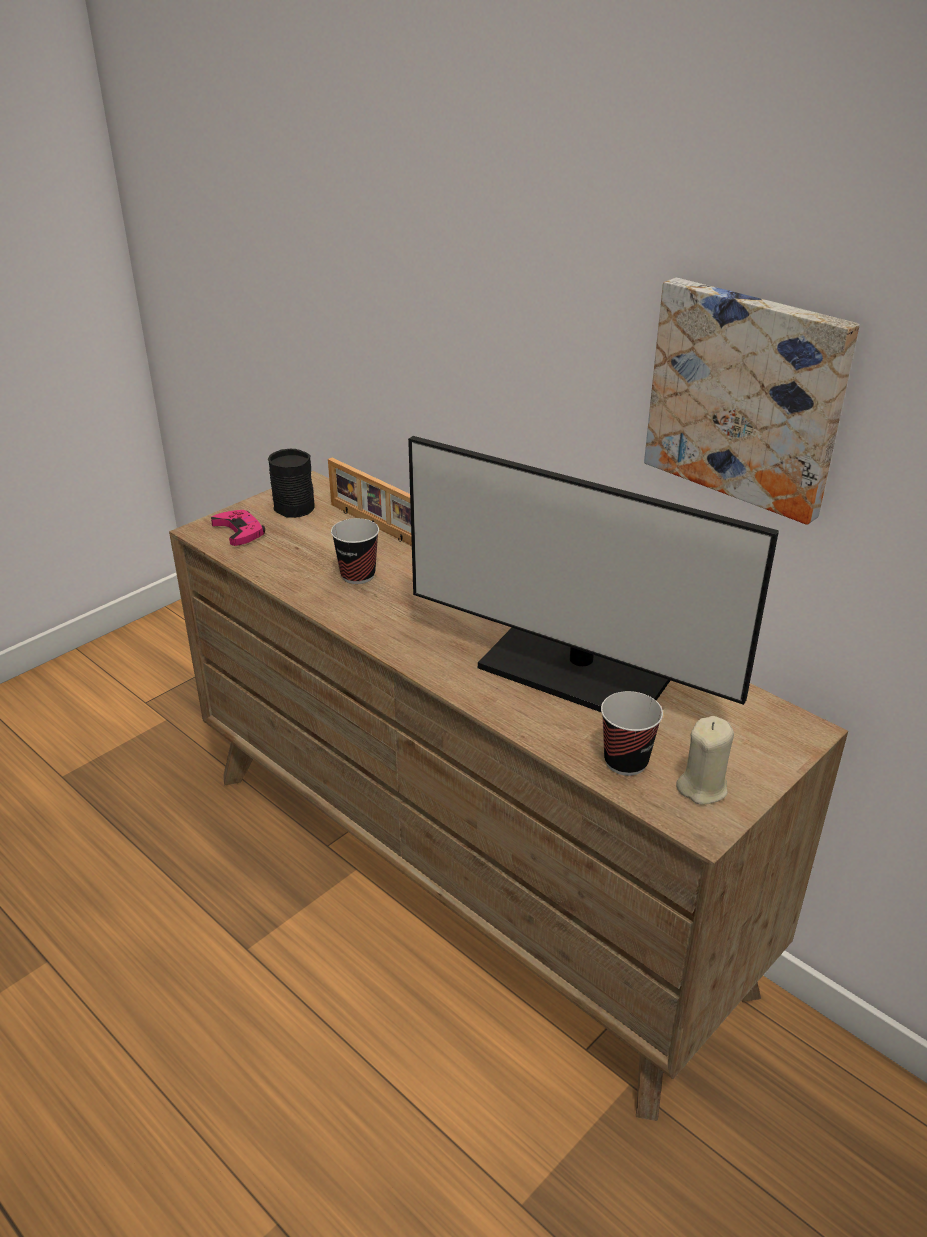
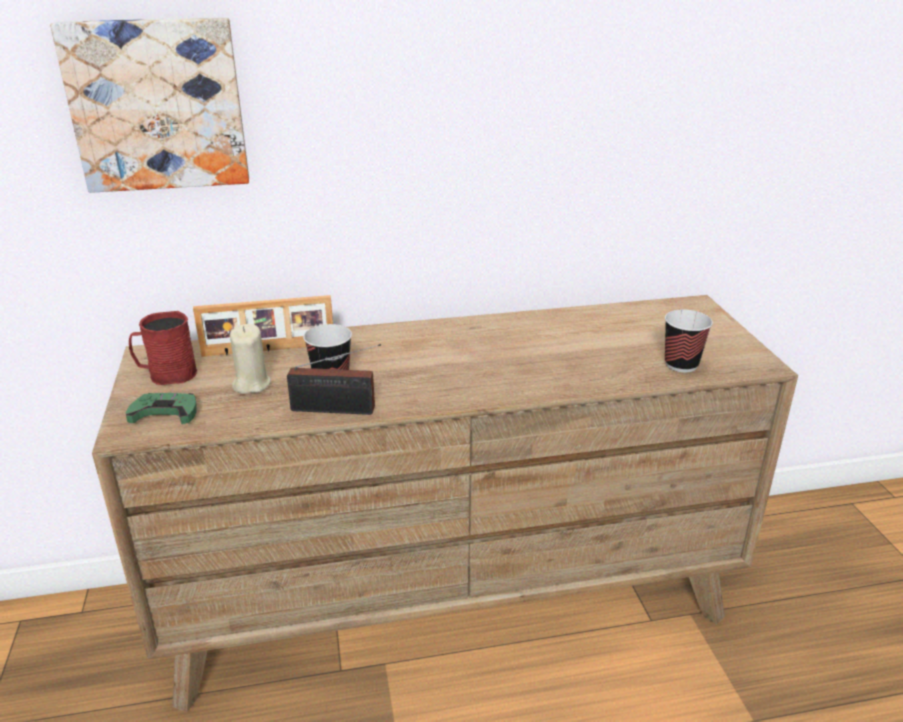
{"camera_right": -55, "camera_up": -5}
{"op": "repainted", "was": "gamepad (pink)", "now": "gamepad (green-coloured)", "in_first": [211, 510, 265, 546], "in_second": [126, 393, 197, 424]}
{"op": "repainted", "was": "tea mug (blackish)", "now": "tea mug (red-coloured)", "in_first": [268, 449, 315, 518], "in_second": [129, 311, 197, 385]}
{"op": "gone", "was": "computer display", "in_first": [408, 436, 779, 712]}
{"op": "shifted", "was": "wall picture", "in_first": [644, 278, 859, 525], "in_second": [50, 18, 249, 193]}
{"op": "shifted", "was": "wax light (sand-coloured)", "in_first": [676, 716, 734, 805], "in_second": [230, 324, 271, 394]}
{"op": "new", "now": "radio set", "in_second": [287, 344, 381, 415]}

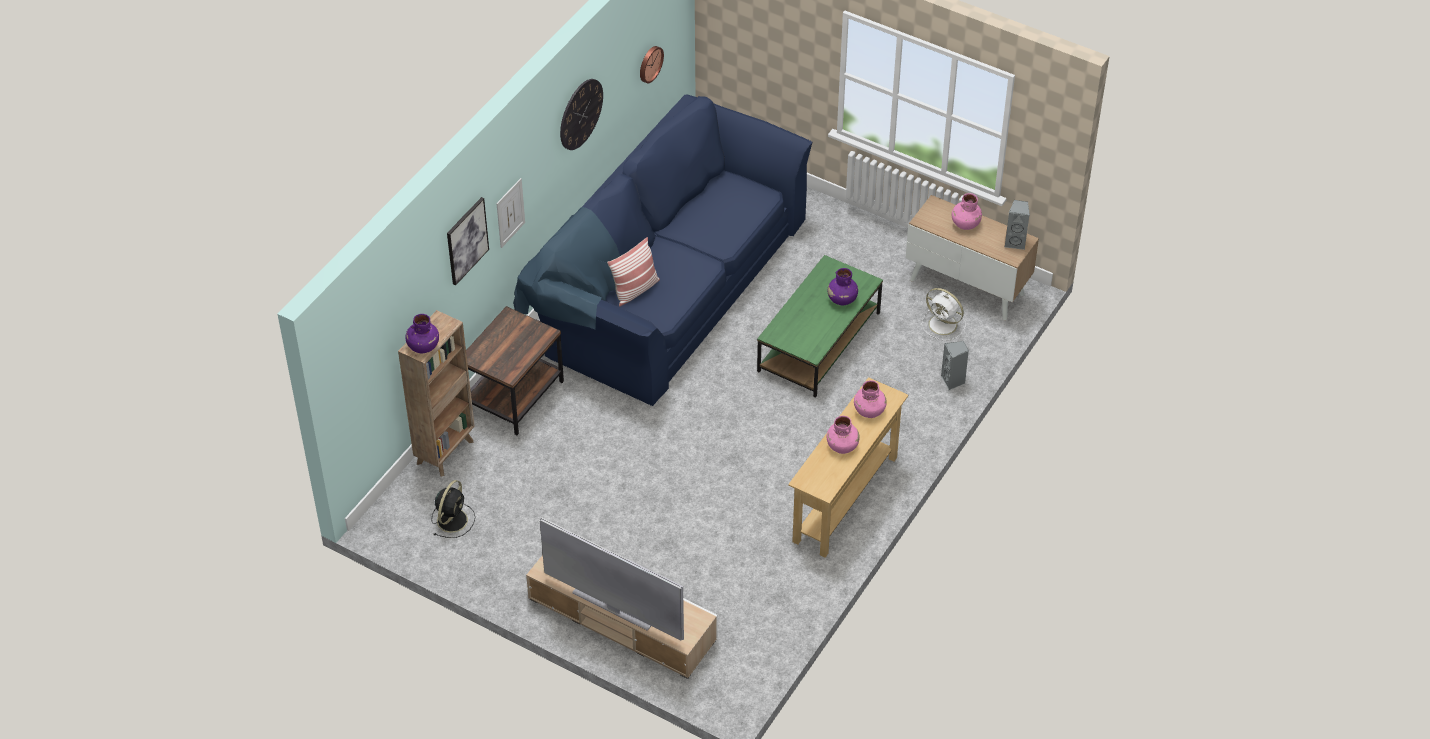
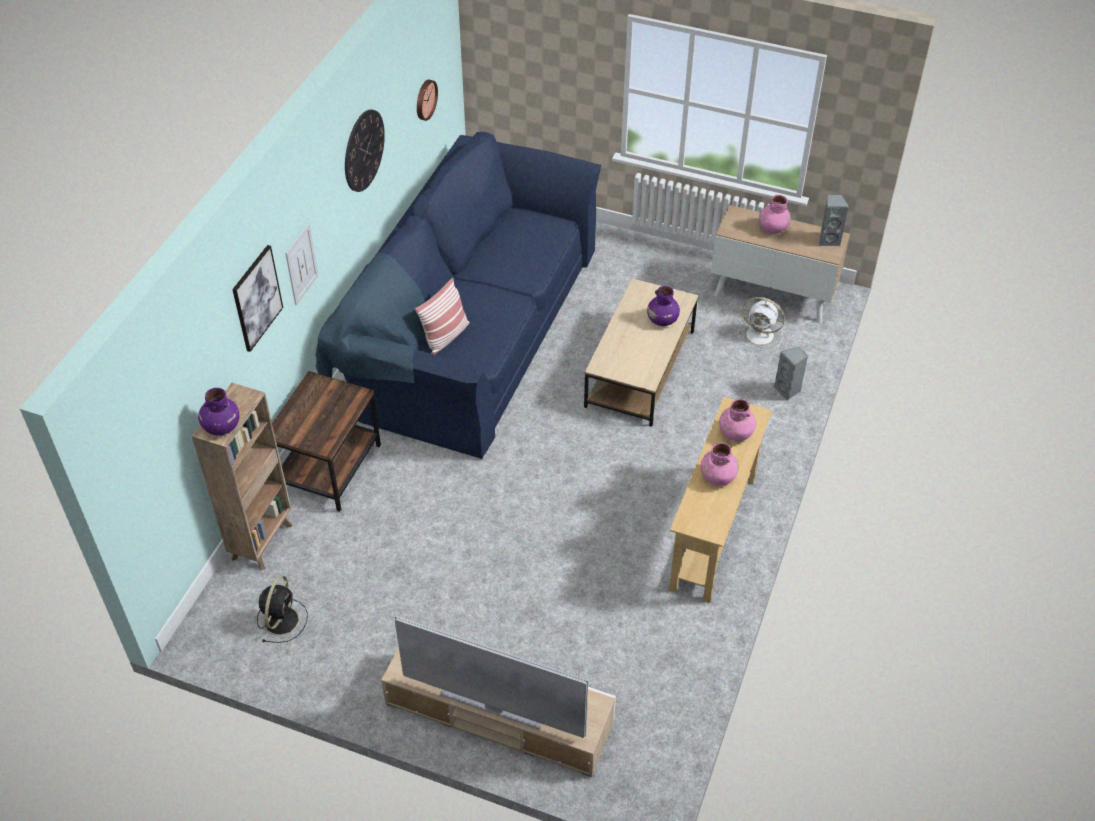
{"camera_right": -10, "camera_up": 0}
{"op": "repainted", "was": "lounge table (green-coloured)", "now": "lounge table (sand-coloured)", "in_first": [757, 255, 883, 398], "in_second": [584, 278, 698, 427]}

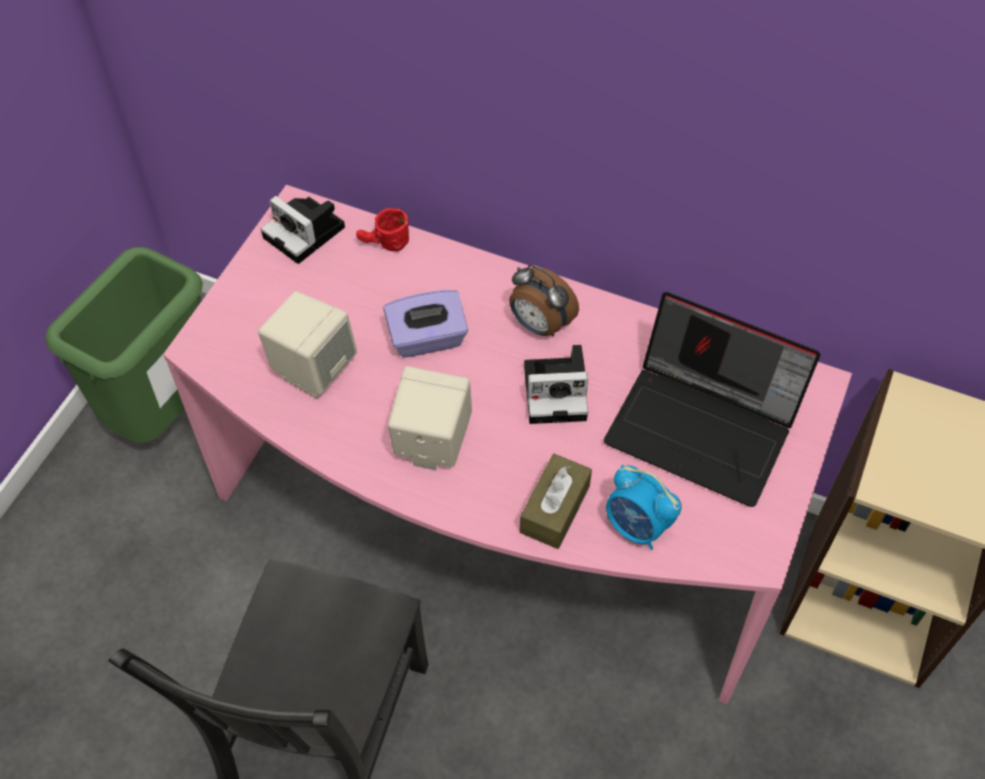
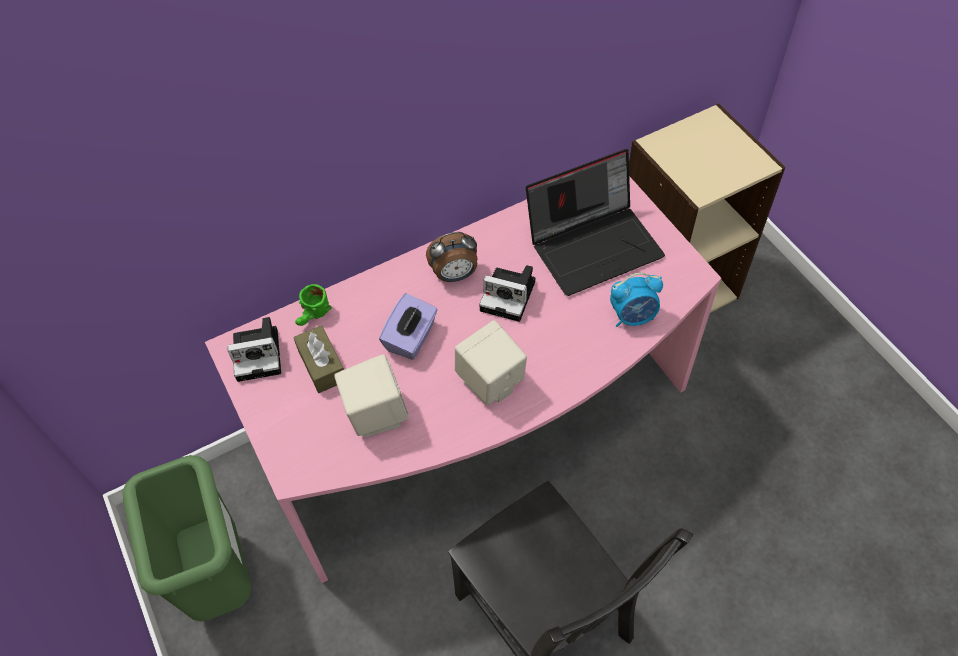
{"camera_right": -50, "camera_up": 0}
{"op": "repainted", "was": "tea mug (red-coloured)", "now": "tea mug (green-coloured)", "in_first": [356, 208, 409, 251], "in_second": [295, 284, 332, 326]}
{"op": "shifted", "was": "box of tissues (brown-coloured)", "in_first": [520, 454, 592, 549], "in_second": [293, 325, 344, 393]}
{"op": "rotated", "was": "photo camera", "in_first": [524, 345, 588, 424], "in_second": [479, 265, 535, 322], "clockwise": 75}

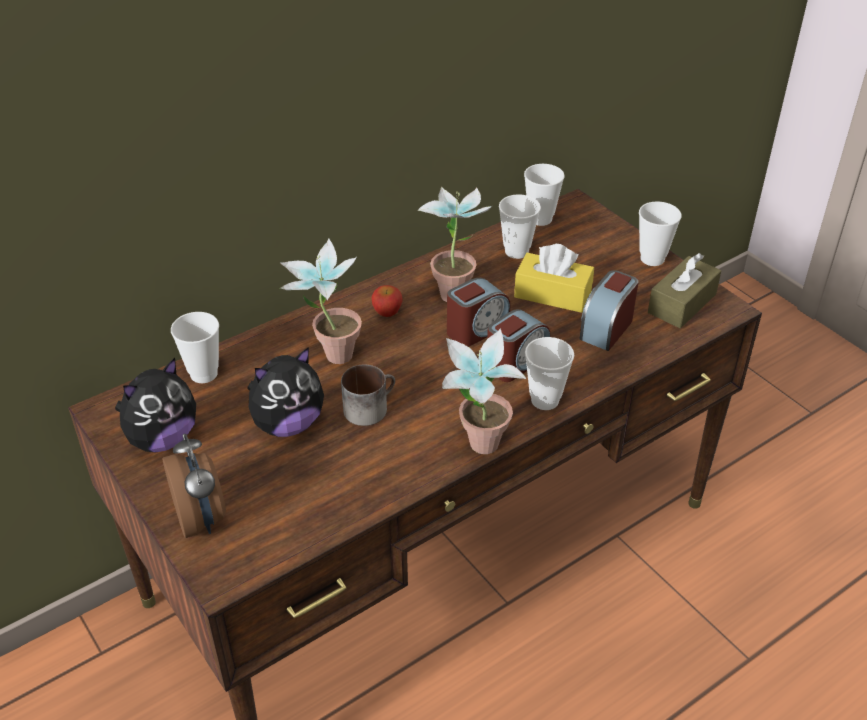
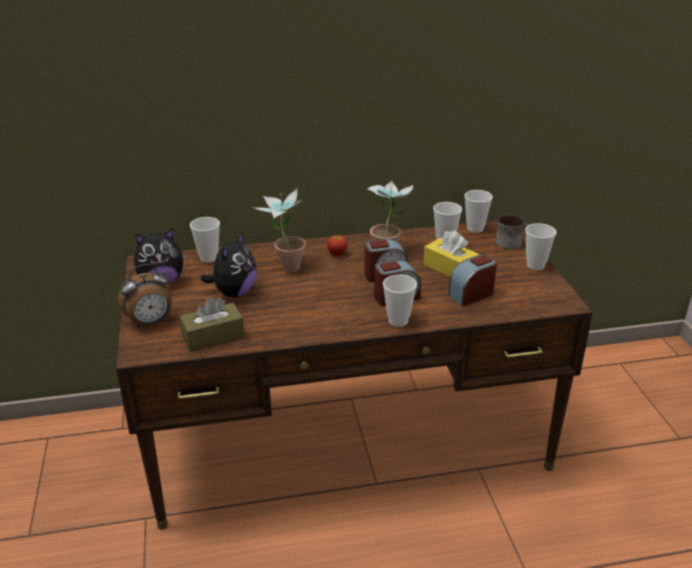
{"camera_right": 25, "camera_up": -10}
{"op": "rotated", "was": "table clock", "in_first": [163, 434, 226, 538], "in_second": [118, 264, 172, 328], "clockwise": 60}
{"op": "rotated", "was": "plush toy", "in_first": [247, 347, 324, 437], "in_second": [201, 232, 257, 297], "clockwise": -60}
{"op": "shifted", "was": "tea mug", "in_first": [341, 365, 395, 426], "in_second": [496, 215, 528, 249]}
{"op": "gone", "was": "plant in a pot", "in_first": [442, 328, 526, 454]}
{"op": "shifted", "was": "box of tissues (brown-coloured)", "in_first": [648, 253, 721, 328], "in_second": [179, 297, 245, 352]}

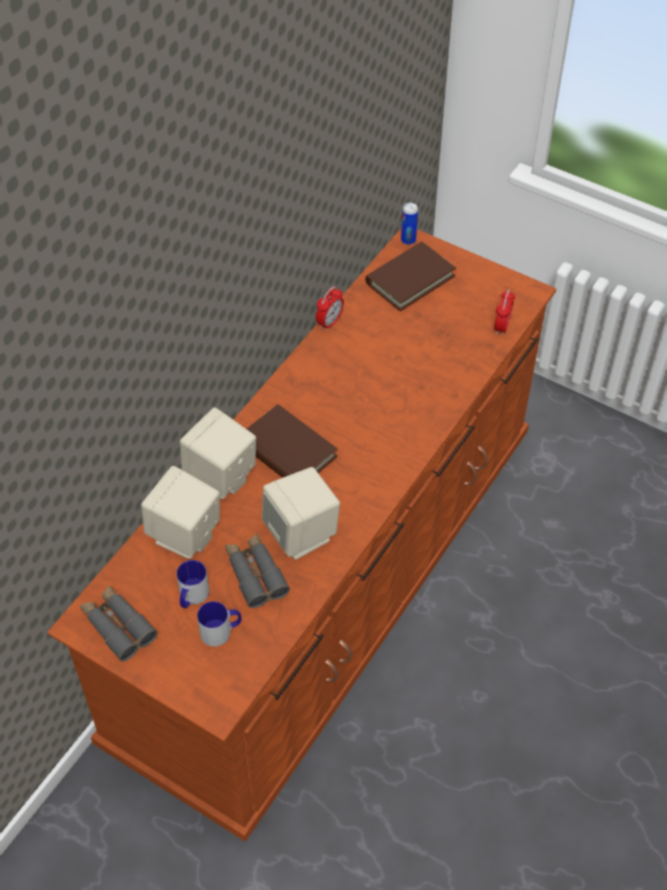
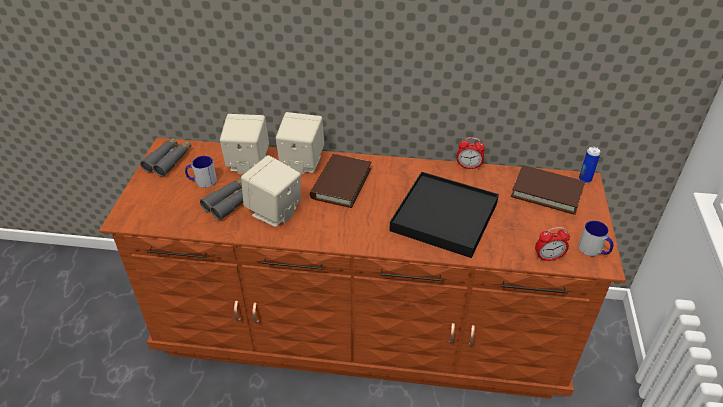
{"camera_right": 65, "camera_up": -10}
{"op": "shifted", "was": "tea mug", "in_first": [197, 601, 241, 647], "in_second": [578, 220, 613, 256]}
{"op": "new", "now": "carrying tray (blackish)", "in_second": [389, 172, 499, 258]}

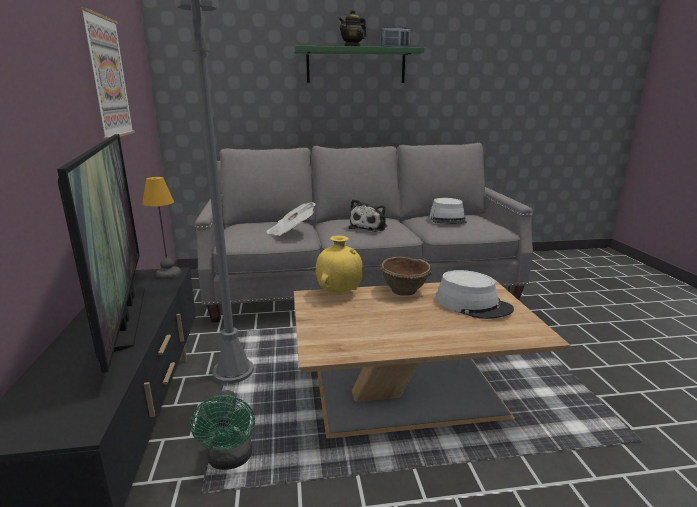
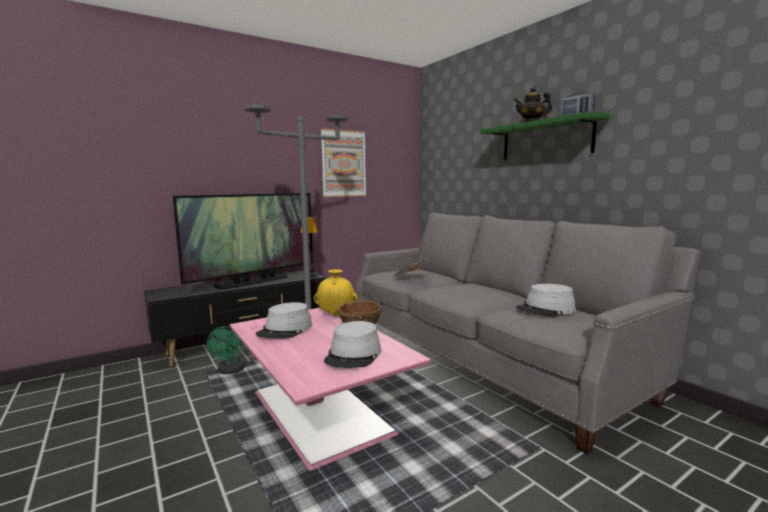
{"camera_right": 65, "camera_up": -10}
{"op": "rotated", "was": "electric fan (green-coloured)", "in_first": [190, 390, 255, 470], "in_second": [207, 326, 245, 374], "clockwise": -60}
{"op": "repainted", "was": "lounge table (brown-coloured)", "now": "lounge table (pink)", "in_first": [294, 279, 570, 438], "in_second": [230, 308, 431, 471]}
{"op": "gone", "was": "plush toy", "in_first": [349, 199, 387, 232]}
{"op": "new", "now": "wearable hat (gray)", "in_second": [256, 302, 312, 339]}

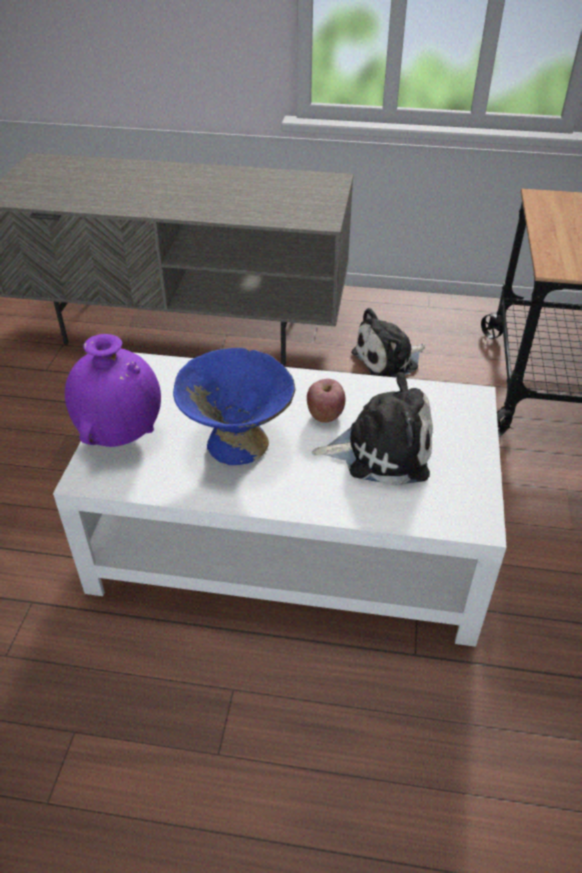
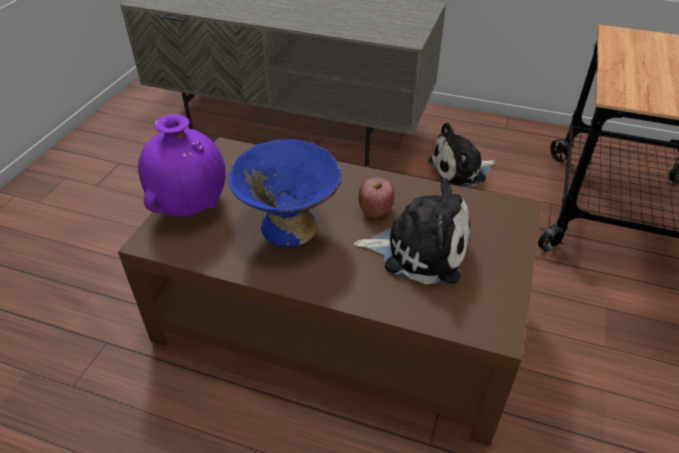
{"camera_right": 10, "camera_up": 0}
{"op": "repainted", "was": "lounge table (white)", "now": "lounge table (brown-coloured)", "in_first": [53, 352, 507, 647], "in_second": [118, 137, 542, 446]}

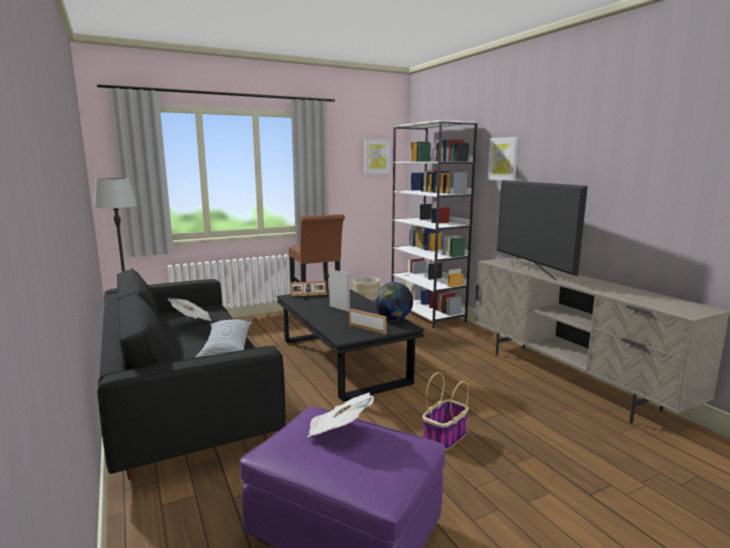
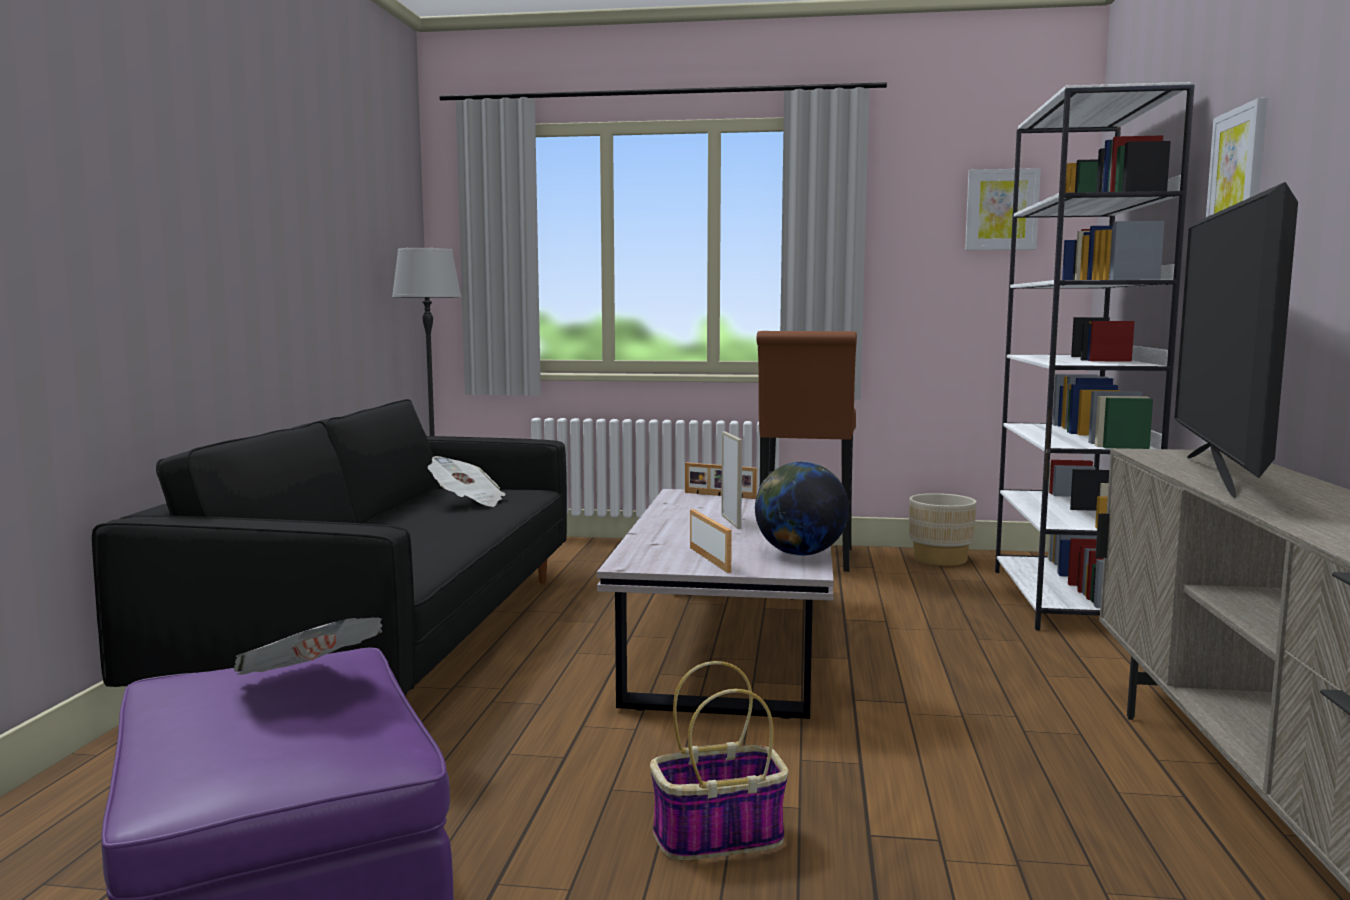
{"camera_right": 35, "camera_up": -5}
{"op": "gone", "was": "pillow", "in_first": [196, 320, 252, 358]}
{"op": "repainted", "was": "lounge table (blackish)", "now": "lounge table (white)", "in_first": [277, 289, 424, 402], "in_second": [597, 489, 834, 719]}

